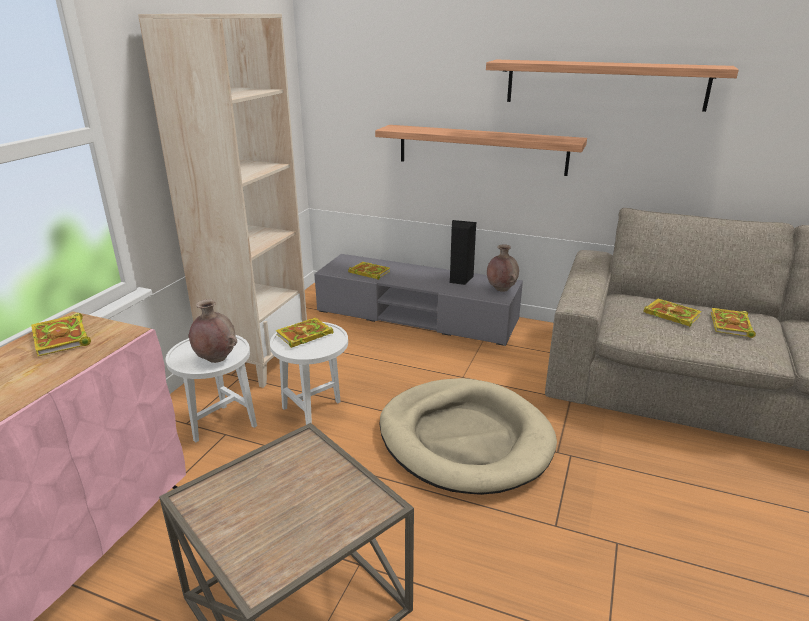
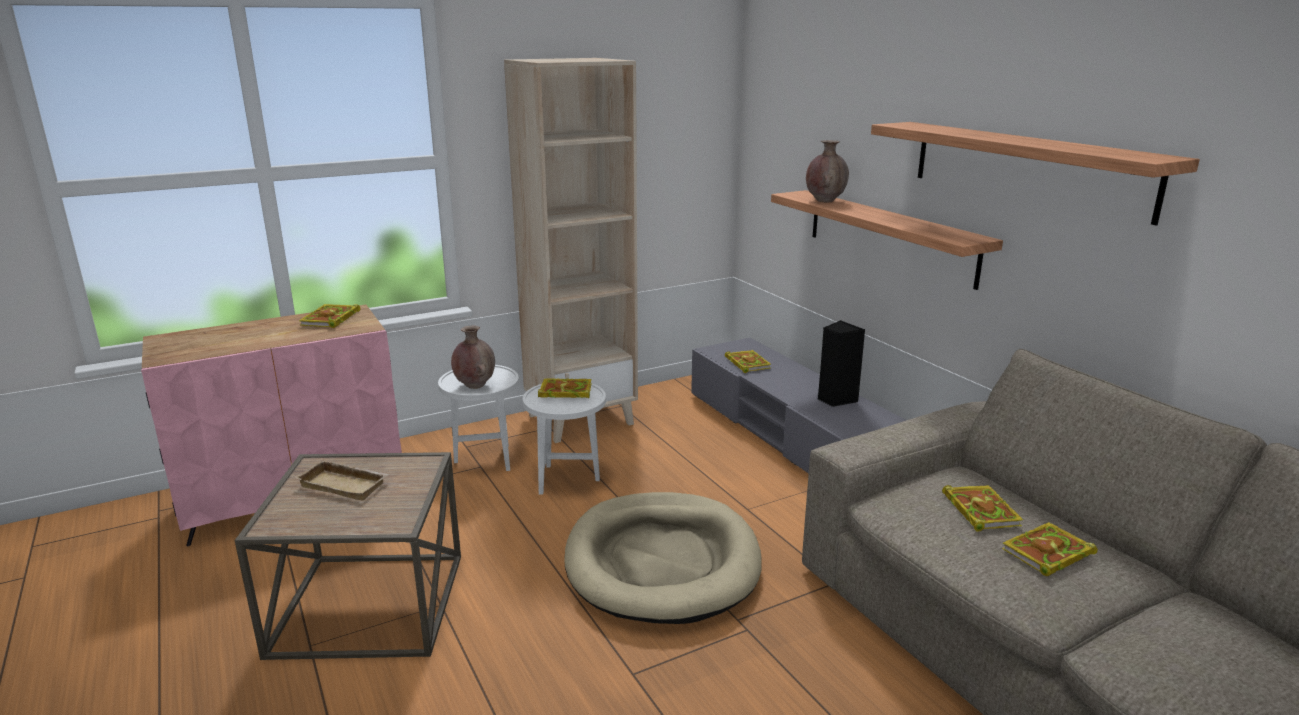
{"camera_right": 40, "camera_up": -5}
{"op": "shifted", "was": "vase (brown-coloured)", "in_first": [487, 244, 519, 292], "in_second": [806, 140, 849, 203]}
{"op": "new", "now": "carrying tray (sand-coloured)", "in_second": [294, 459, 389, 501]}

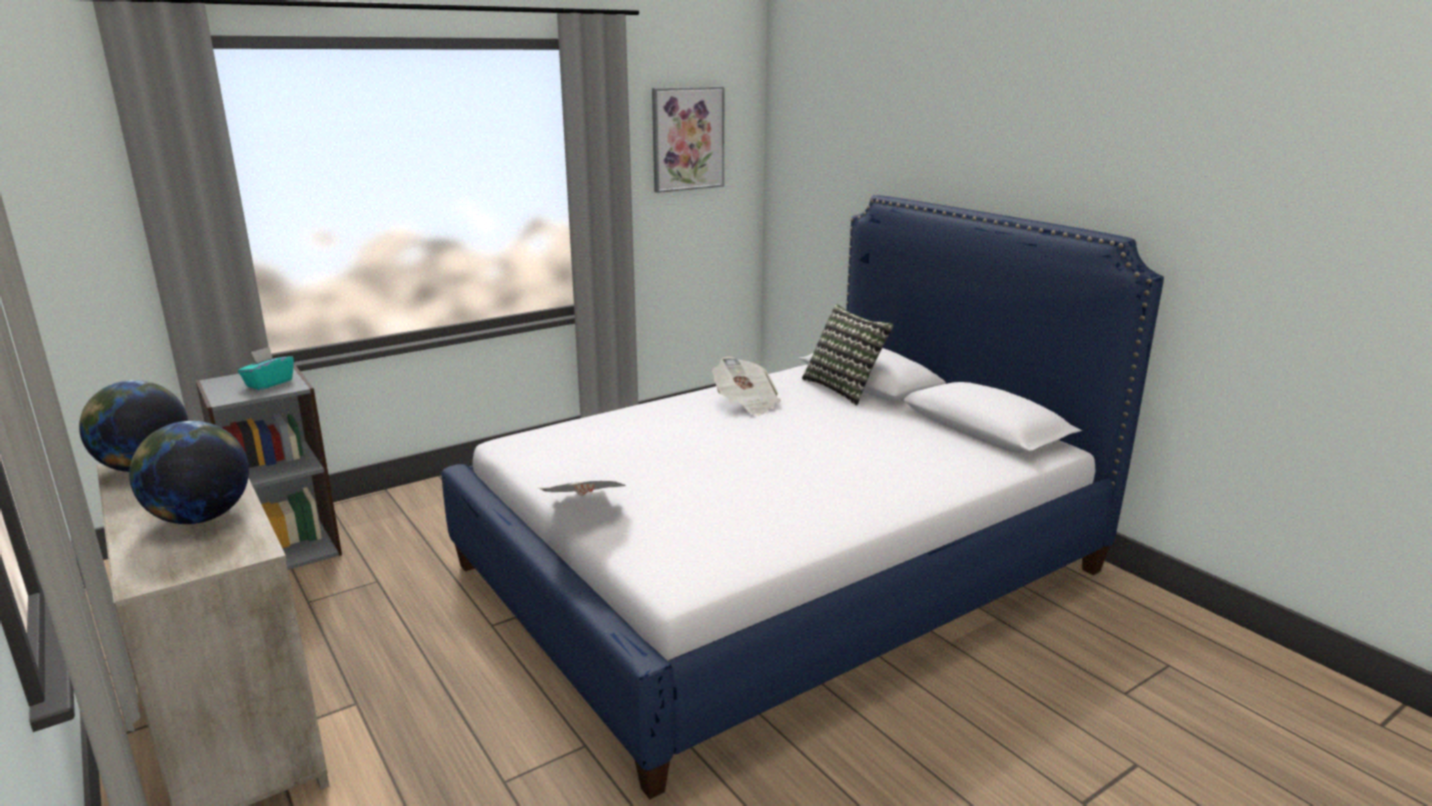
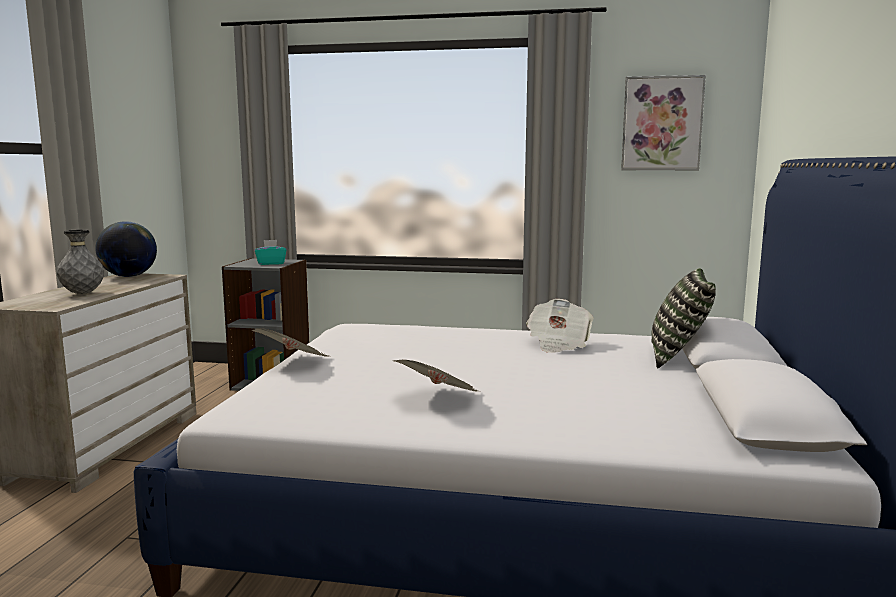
{"camera_right": 45, "camera_up": -10}
{"op": "swapped", "was": "world globe", "now": "vase (gray)", "in_first": [129, 421, 249, 524], "in_second": [57, 229, 104, 294]}
{"op": "new", "now": "newspaper", "in_second": [393, 359, 477, 391]}

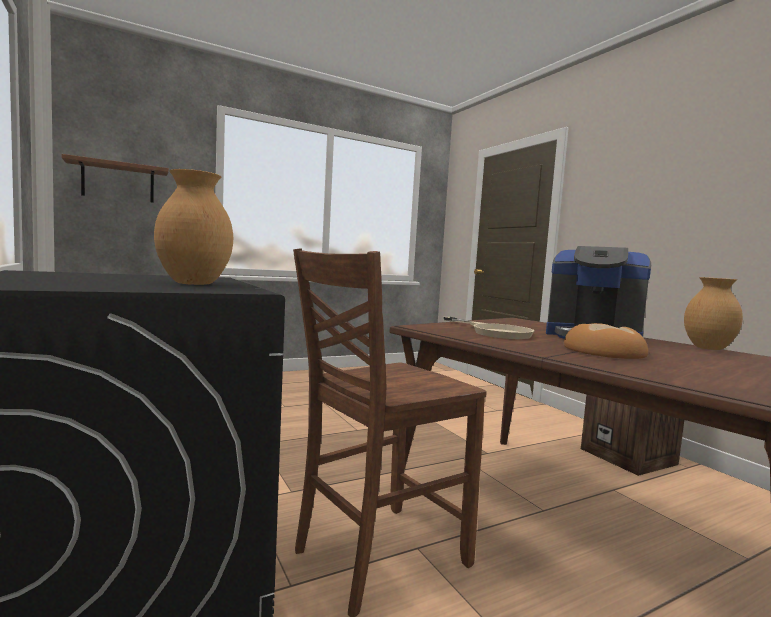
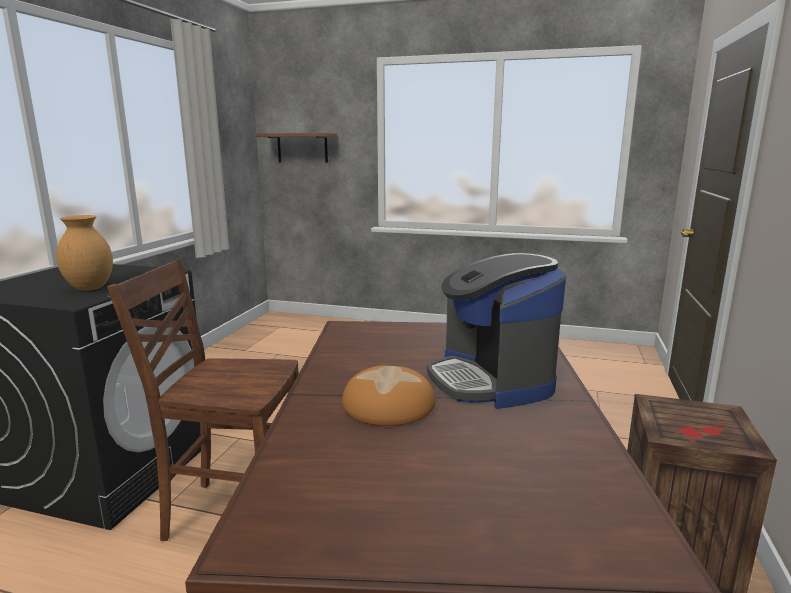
{"camera_right": 45, "camera_up": 10}
{"op": "gone", "was": "skillet (sand-coloured)", "in_first": [444, 317, 534, 339]}
{"op": "gone", "was": "vase (brown-coloured)", "in_first": [684, 277, 743, 350]}

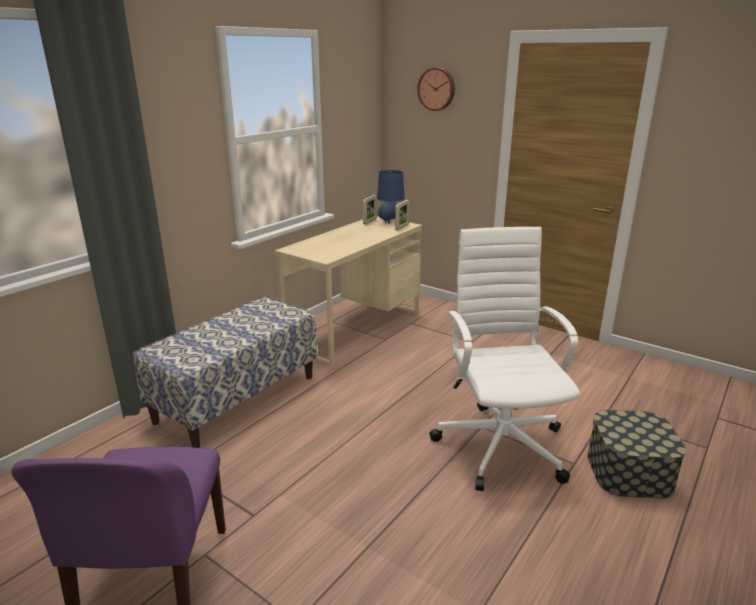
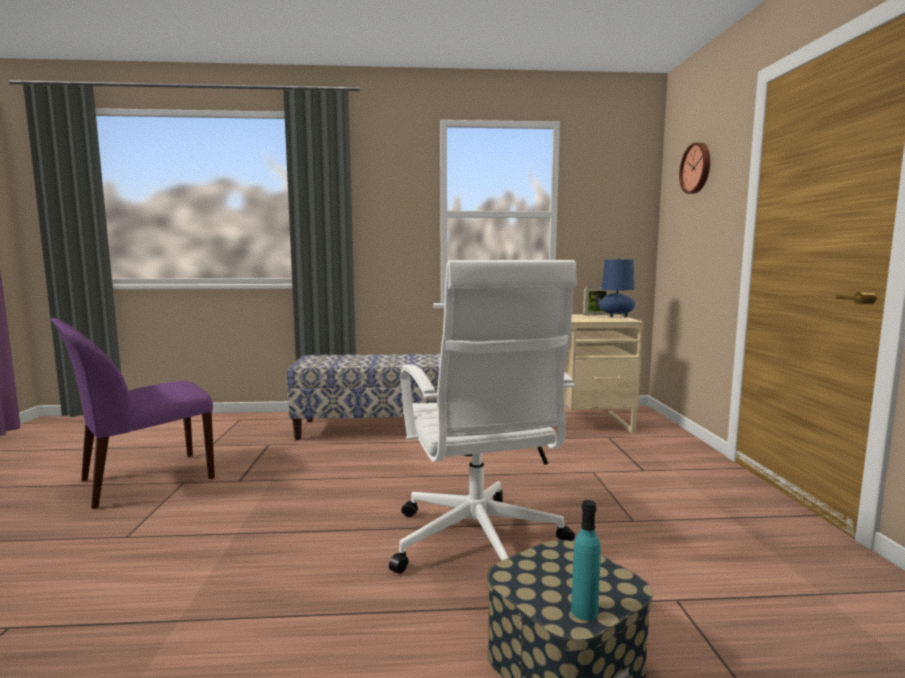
{"camera_right": 50, "camera_up": -15}
{"op": "gone", "was": "standing frame", "in_first": [395, 200, 410, 231]}
{"op": "rotated", "was": "desk chair (white)", "in_first": [429, 227, 580, 491], "in_second": [389, 260, 577, 573], "clockwise": 120}
{"op": "new", "now": "bottle (turquoise-coloured)", "in_second": [571, 500, 601, 621]}

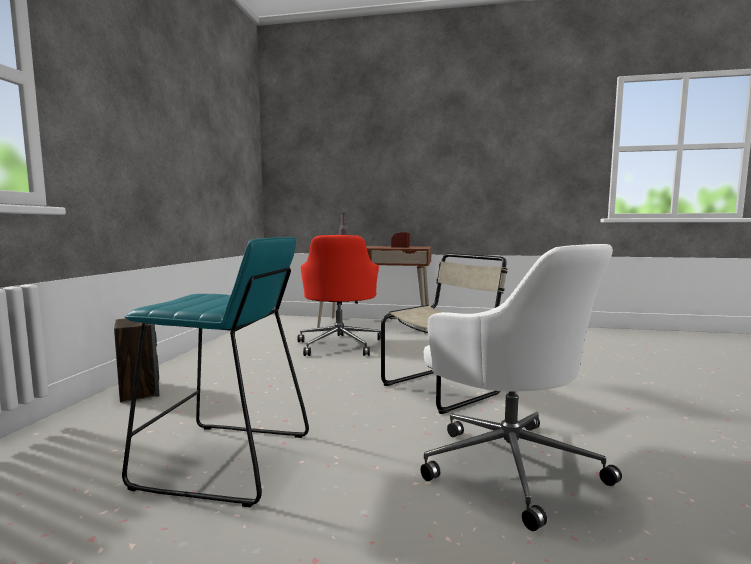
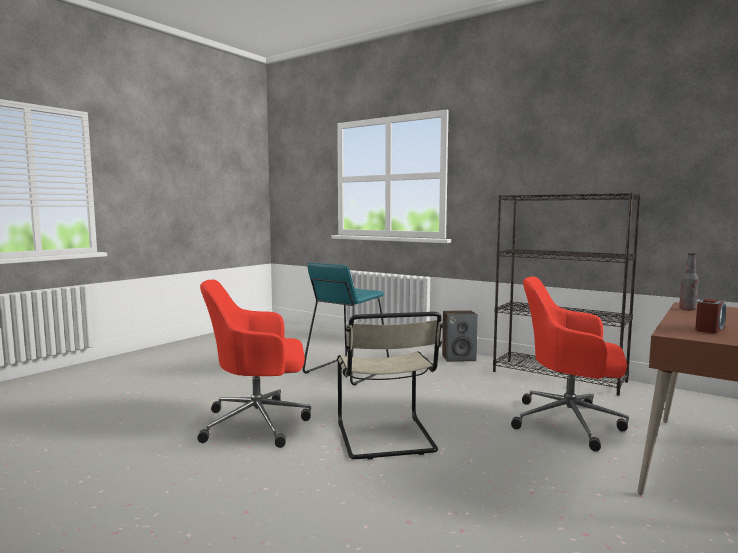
{"camera_right": 115, "camera_up": 0}
{"op": "repainted", "was": "desk chair (white)", "now": "desk chair (red-coloured)", "in_first": [420, 244, 622, 531], "in_second": [197, 279, 311, 448]}
{"op": "new", "now": "bookcase (blackish)", "in_second": [493, 192, 641, 396]}

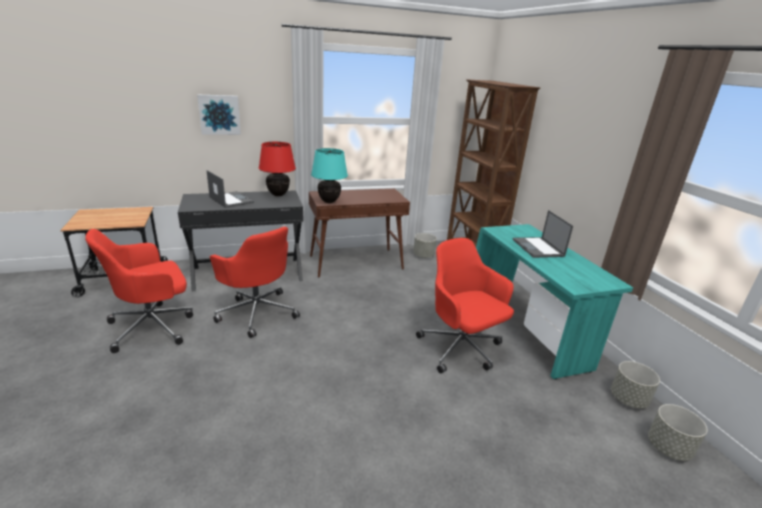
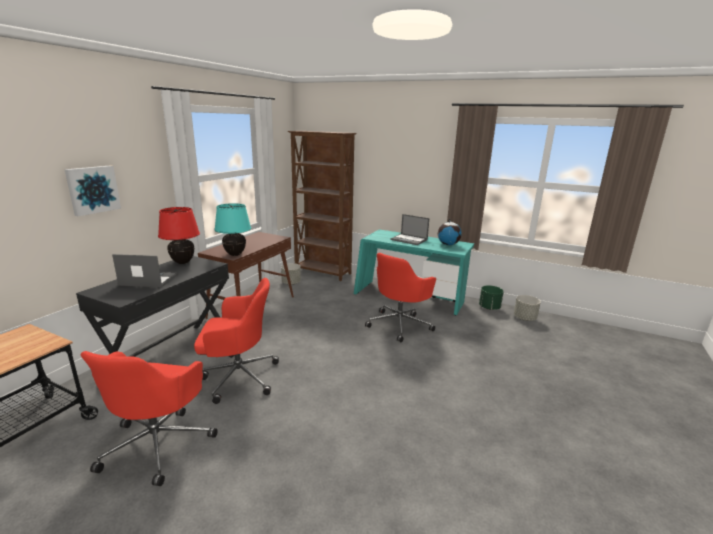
{"camera_right": -45, "camera_up": -5}
{"op": "rotated", "was": "desk chair (red-coloured)", "in_first": [416, 238, 514, 373], "in_second": [365, 253, 436, 342], "clockwise": -60}
{"op": "repainted", "was": "plant pot (gray)", "now": "plant pot (green-coloured)", "in_first": [611, 361, 660, 409], "in_second": [479, 285, 504, 310]}
{"op": "new", "now": "world globe", "in_second": [438, 219, 462, 245]}

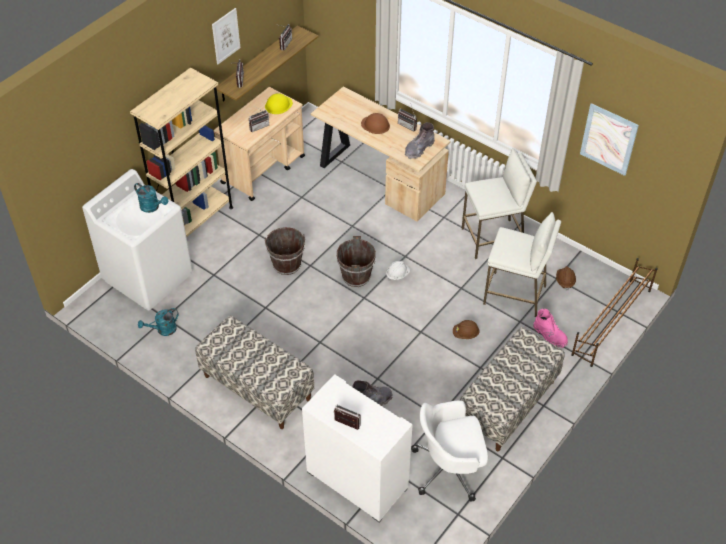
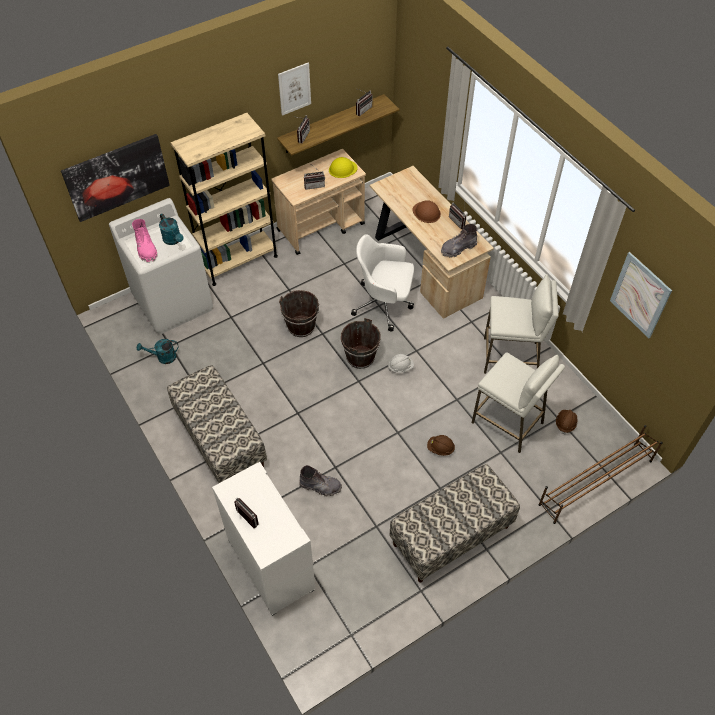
{"camera_right": 20, "camera_up": 5}
{"op": "shifted", "was": "desk chair (white)", "in_first": [412, 400, 488, 501], "in_second": [351, 234, 414, 332]}
{"op": "shifted", "was": "tall boot (pink)", "in_first": [533, 309, 568, 348], "in_second": [132, 219, 157, 262]}
{"op": "new", "now": "wall picture", "in_second": [61, 134, 170, 222]}

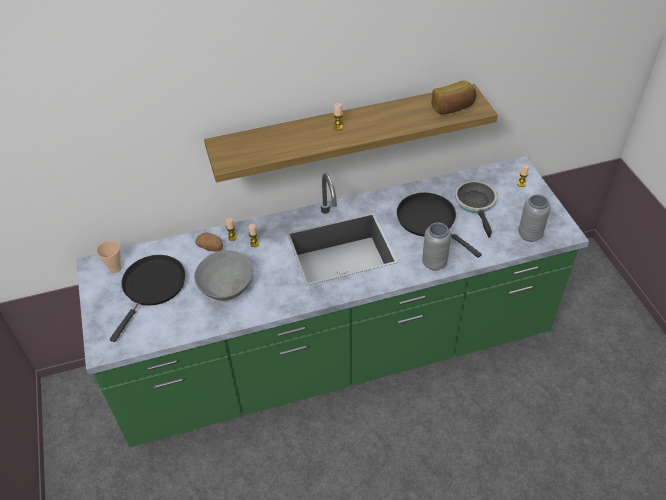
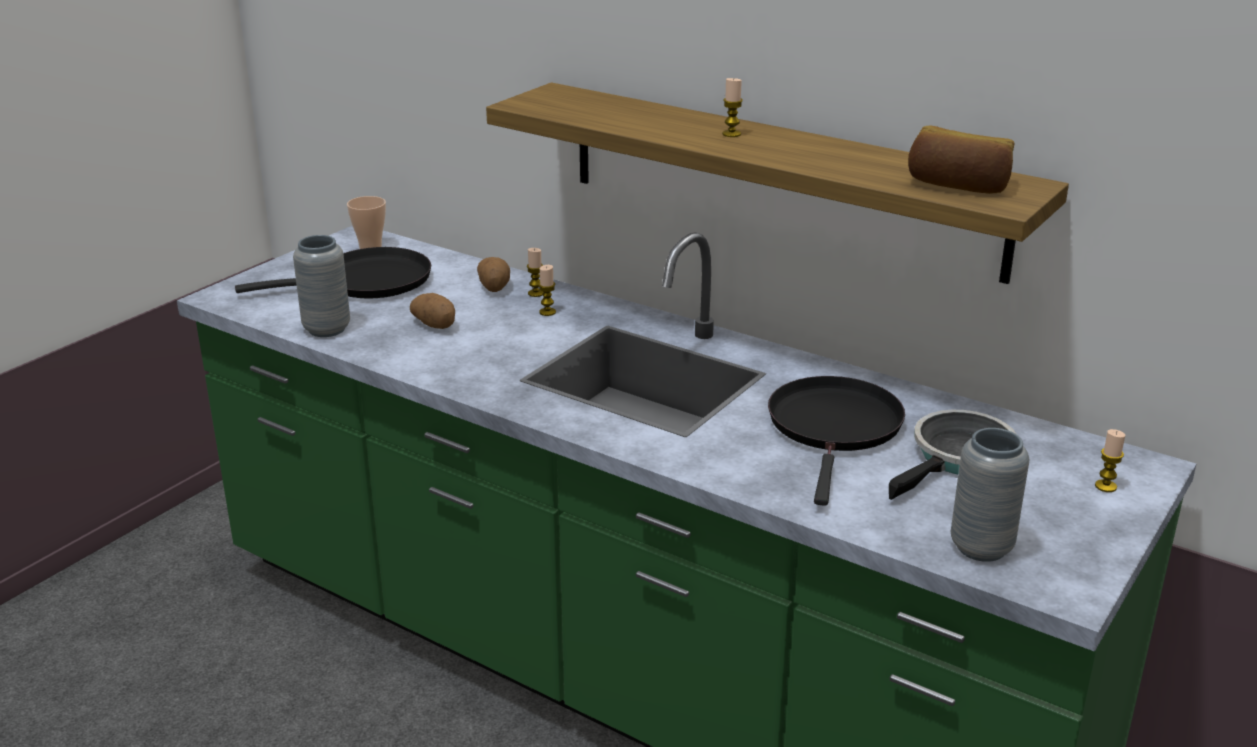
{"camera_right": 50, "camera_up": -20}
{"op": "swapped", "was": "bowl (gray)", "now": "whole potato", "in_first": [194, 250, 254, 301], "in_second": [410, 293, 455, 329]}
{"op": "shifted", "was": "vase (gray)", "in_first": [422, 223, 451, 271], "in_second": [293, 235, 350, 337]}

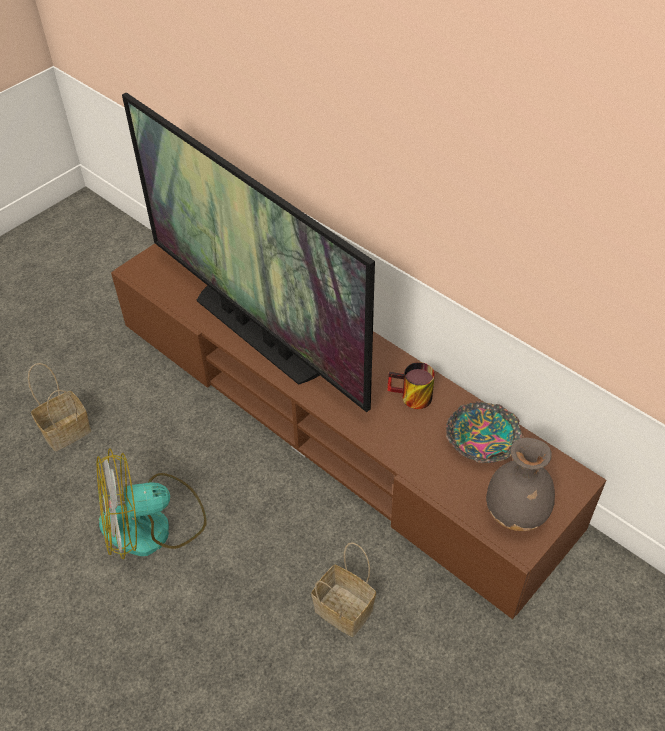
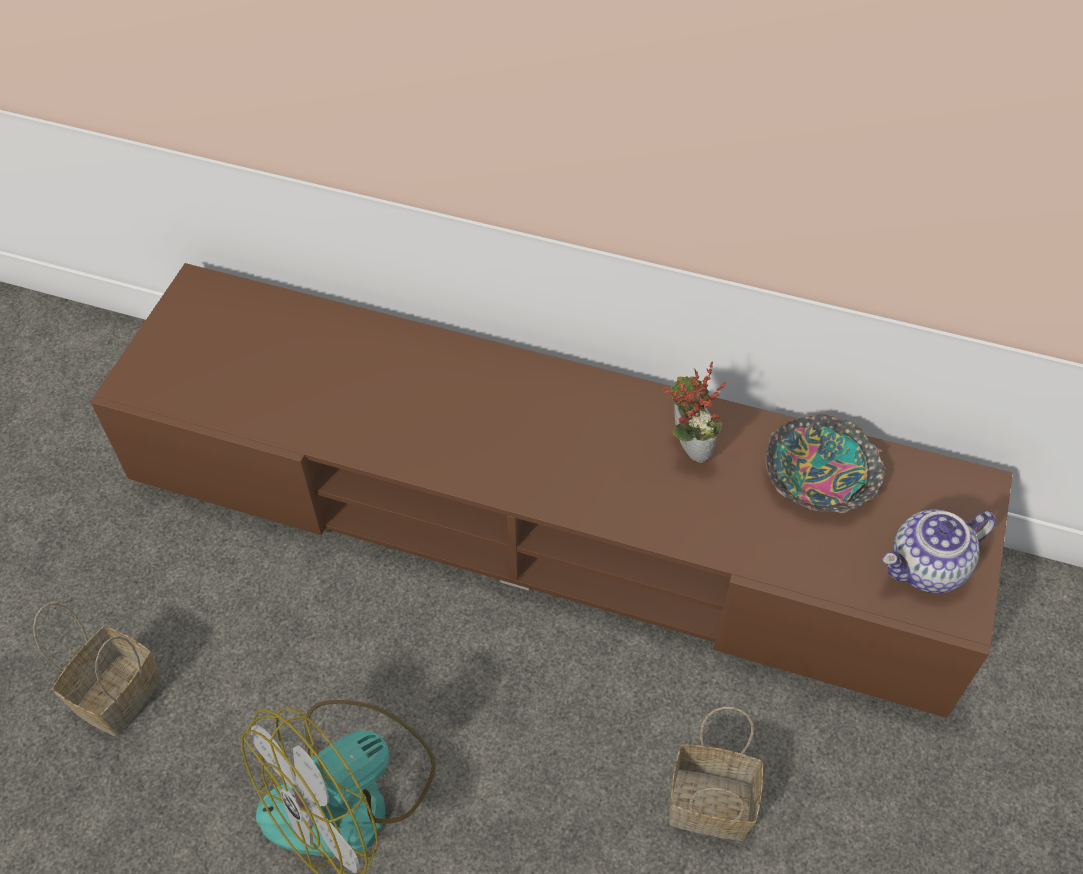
{"camera_right": -25, "camera_up": 5}
{"op": "gone", "was": "television", "in_first": [122, 93, 375, 412]}
{"op": "swapped", "was": "tea mug", "now": "plant in a pot", "in_first": [387, 362, 435, 409], "in_second": [663, 362, 726, 463]}
{"op": "swapped", "was": "vase (gray)", "now": "pot for tea", "in_first": [486, 438, 555, 531], "in_second": [882, 510, 997, 593]}

